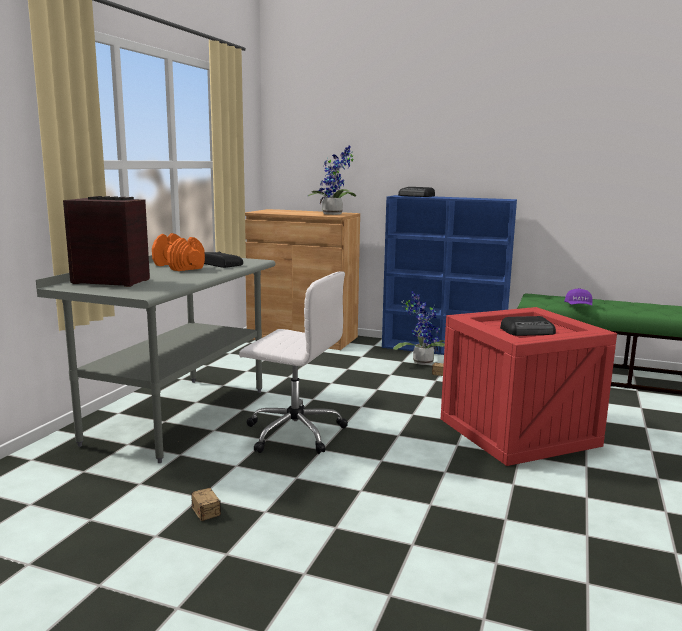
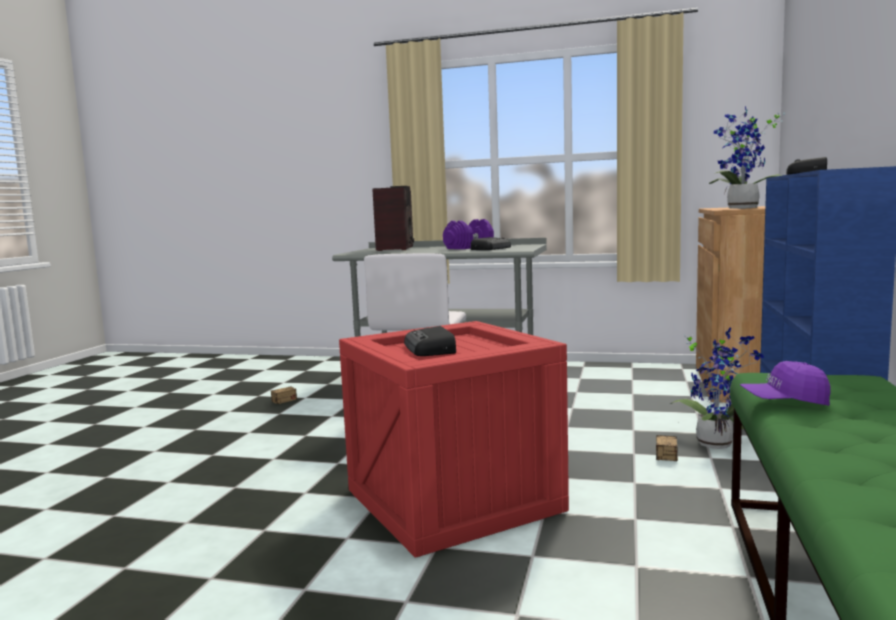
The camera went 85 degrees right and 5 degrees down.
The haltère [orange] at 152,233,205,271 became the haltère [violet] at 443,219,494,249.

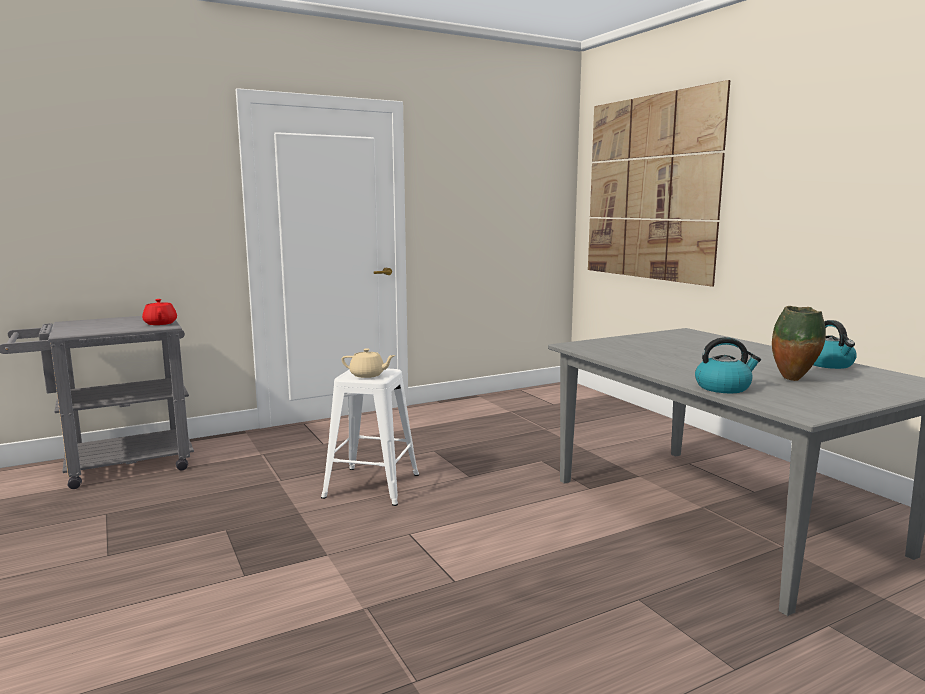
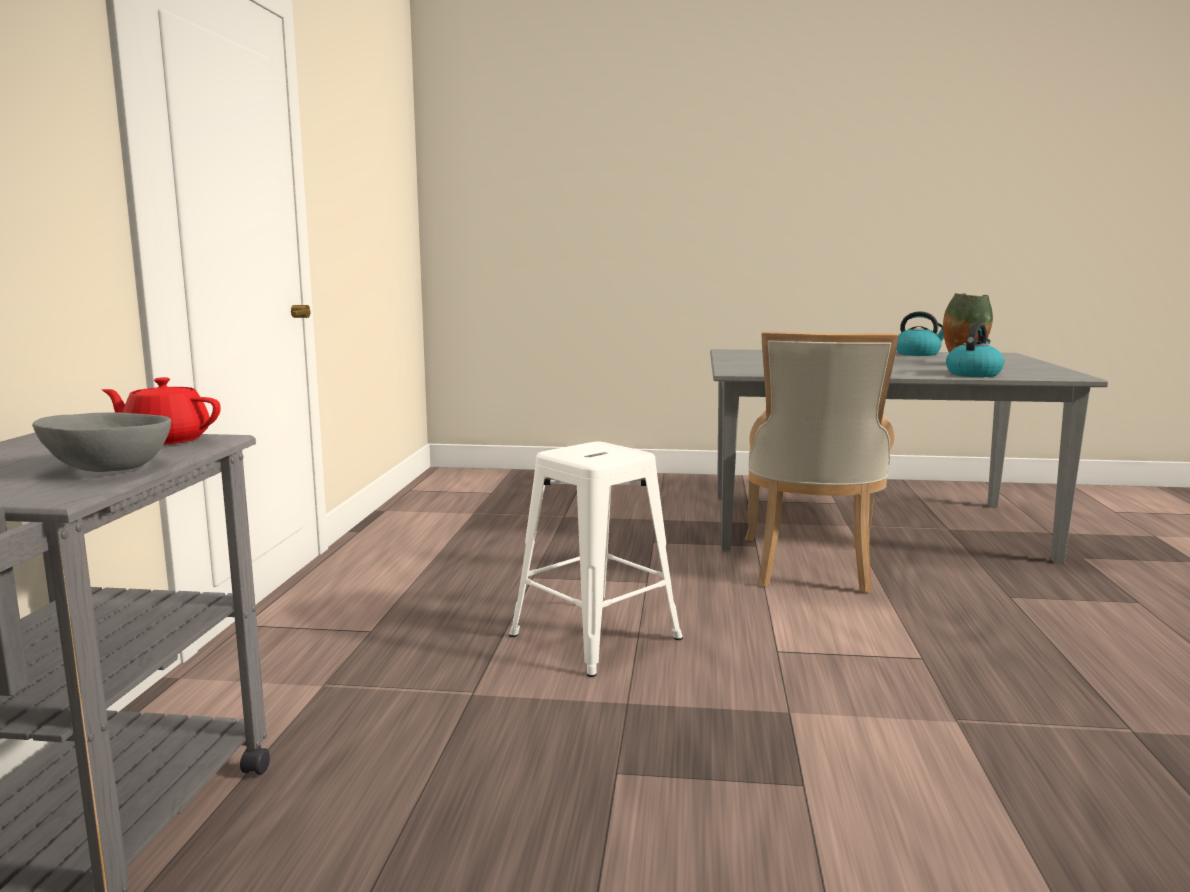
The camera went 55 degrees left and 0 degrees up.
The tableau at 588,80,730,287 disappeared.
The théière [beige] at 341,348,396,378 disappeared.
The chaise [beige] at 745,332,899,593 appeared.
The bol [gris] at 32,412,171,472 appeared.

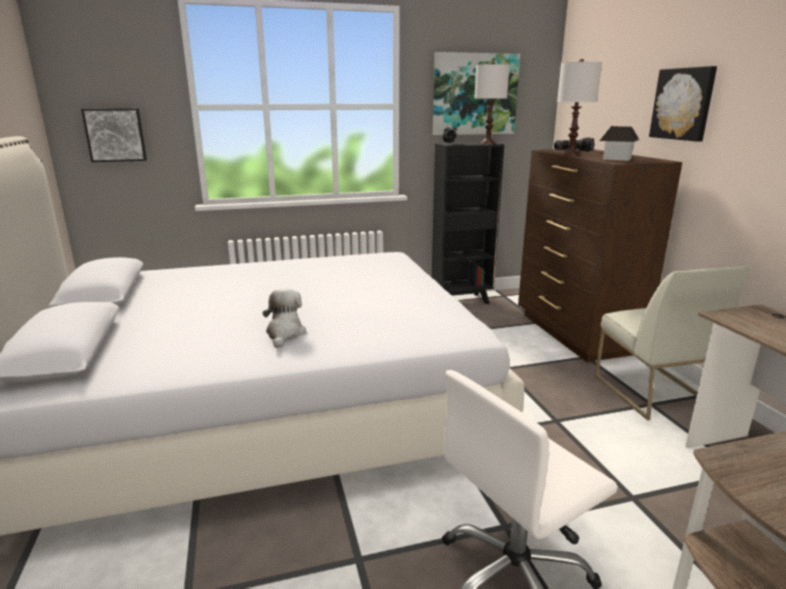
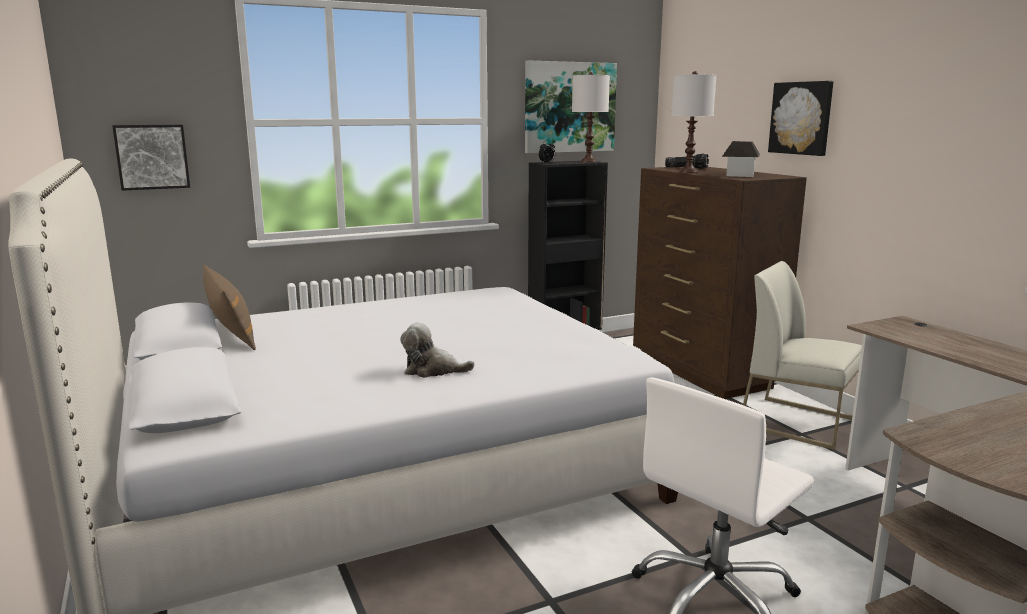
The camera went 10 degrees left and 5 degrees down.
The chaise [blanc] at 594,266,750,420 turned 150 degrees clockwise.
The peluche at 263,288,306,348 turned 75 degrees counterclockwise.
The coussin [marron] at 203,264,256,350 appeared.

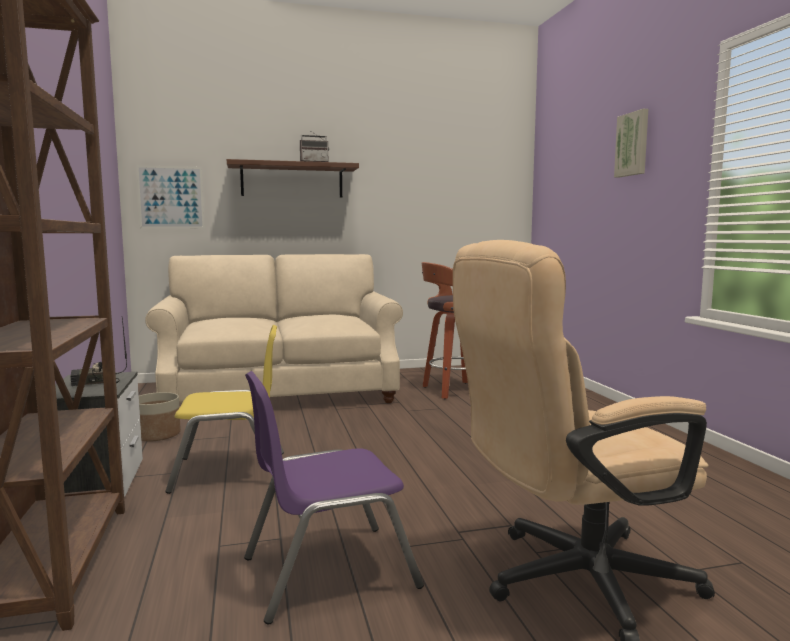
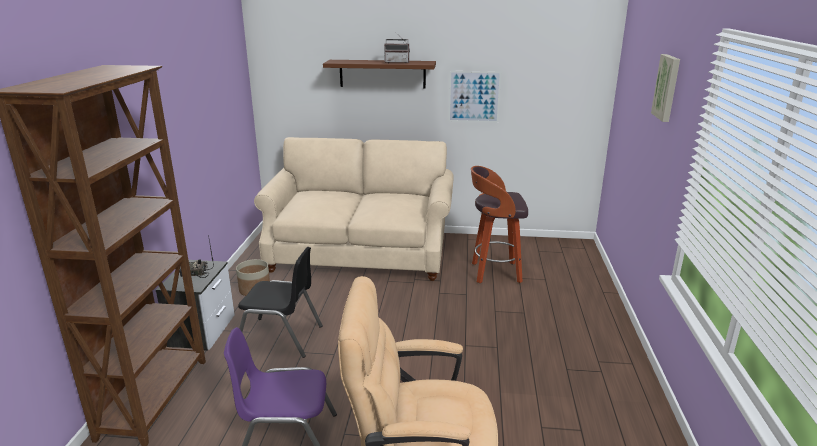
The camera went 20 degrees right and 15 degrees up.
The tableau moved from 136,165,205,229 to 448,71,501,123.
The chaise [jaune] at 165,325,284,494 became the chaise [noir] at 238,247,323,358.

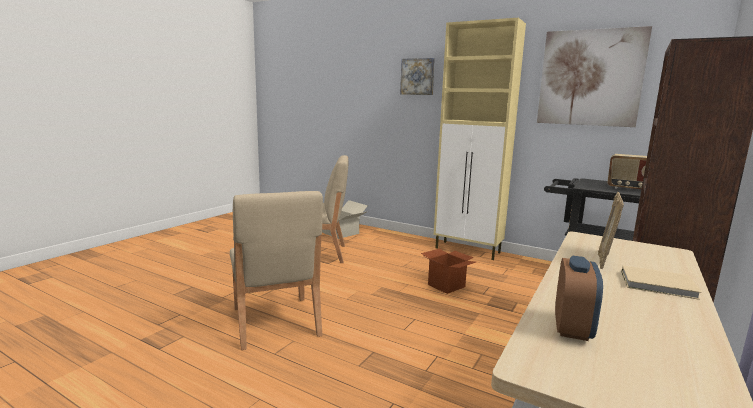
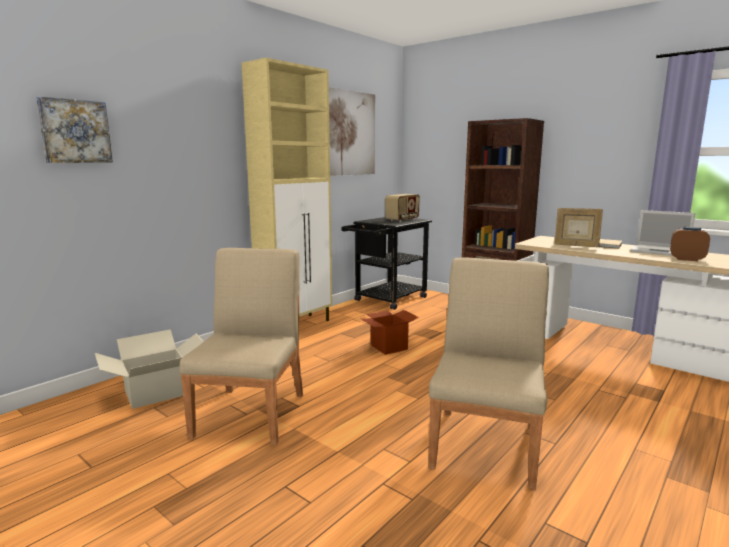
The camera went 80 degrees left and 0 degrees up.
The tableau moved from 400,58,435,95 to 36,97,113,163.
The chaise [beige] at 230,191,323,350 turned 60 degrees counterclockwise.
The ordinateur portable at 630,210,695,256 appeared.

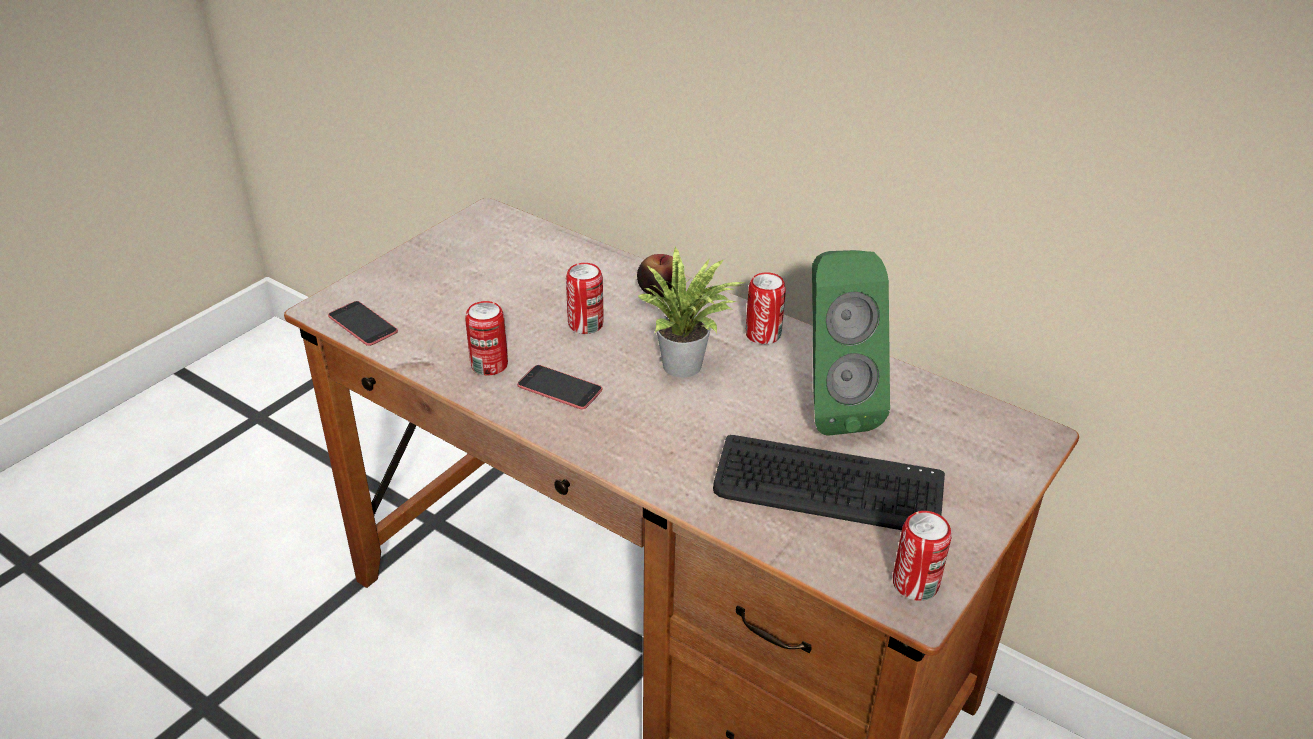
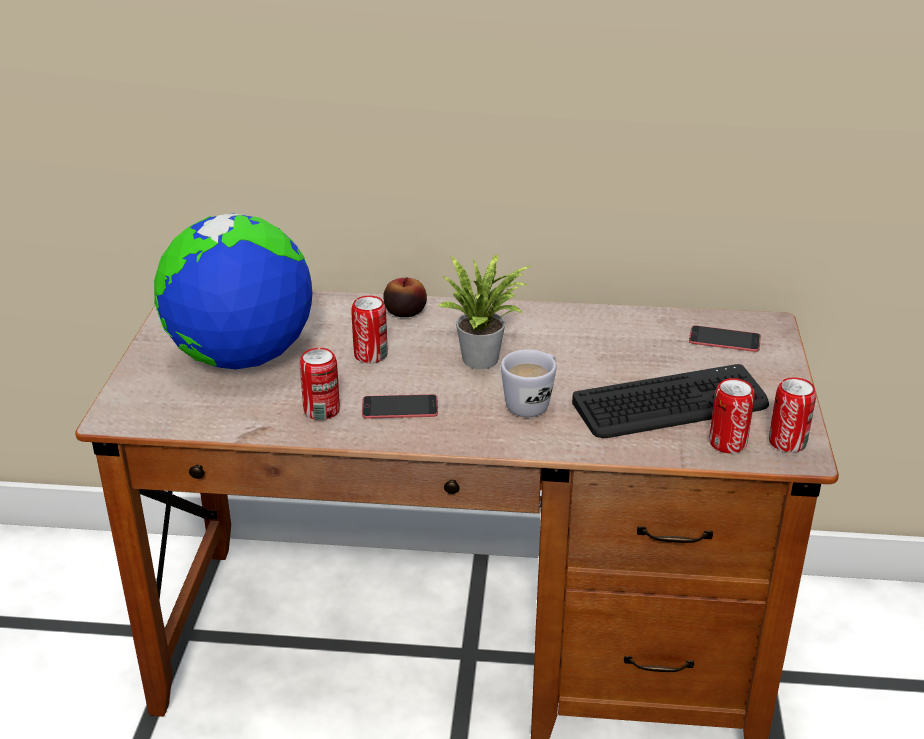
The camera went 30 degrees left and 5 degrees down.
The enceinte [vert] at 812,250,890,436 disappeared.
The boîte métallique moved from 746,272,786,344 to 709,378,755,453.
The téléphone moved from 328,301,398,346 to 689,325,761,352.
The globe at 154,213,312,369 appeared.
The mug [blanc] at 501,350,556,417 appeared.

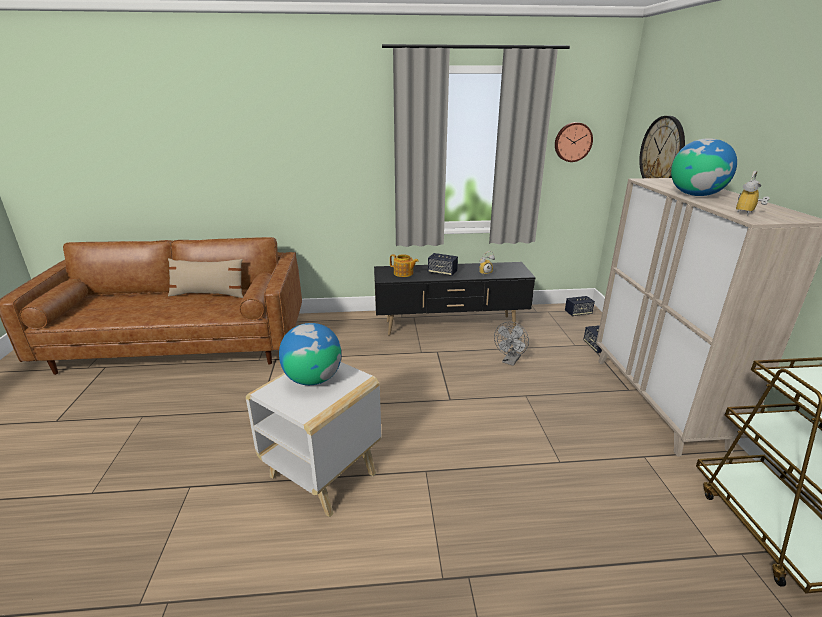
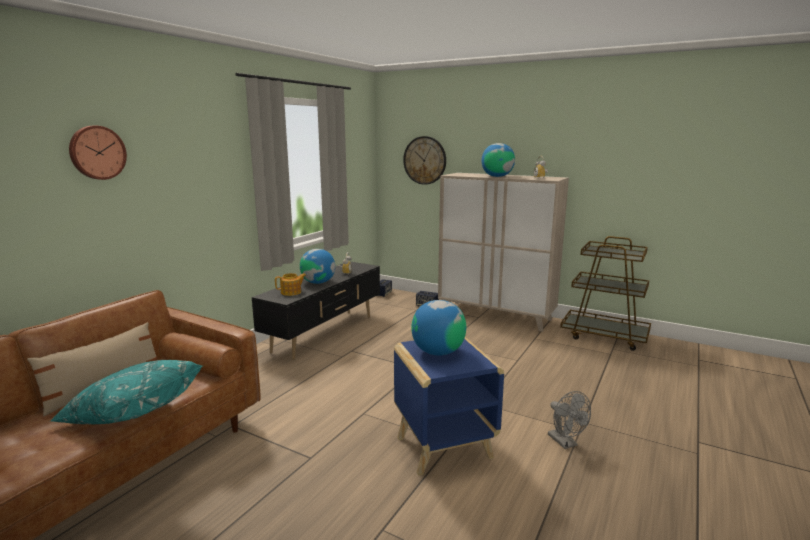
The camera went 55 degrees left and 10 degrees down.
The horloge murale moved from 555,122,593,162 to 69,126,127,180.
The enceinte at 428,253,458,276 was replaced by the globe at 300,249,335,284.
The ventilateur [gris] moved from 494,322,529,366 to 548,391,591,449.
The table d'appoint [blanc] at 246,362,381,517 became the table d'appoint [bleu] at 394,337,504,476.
The coussin [turquoise] at 51,360,203,424 appeared.

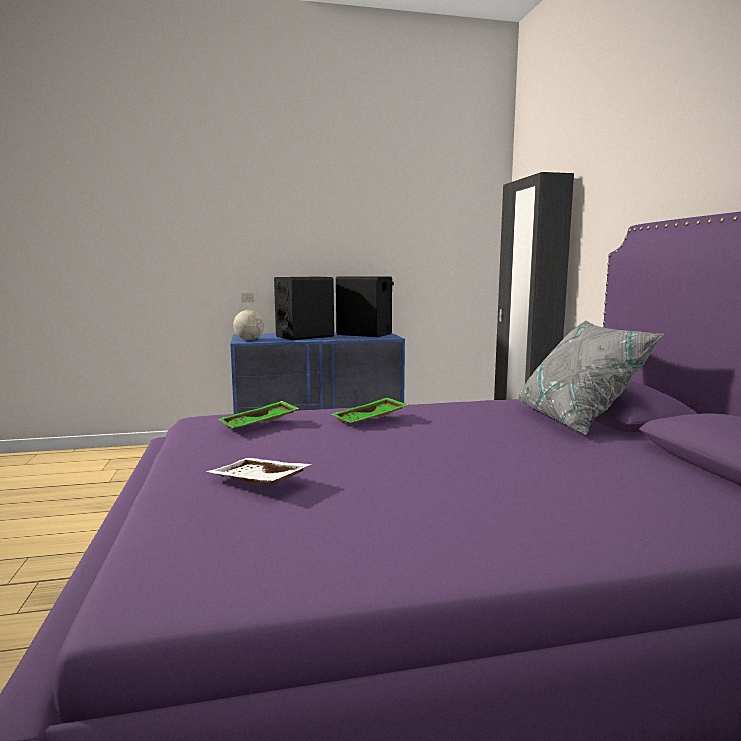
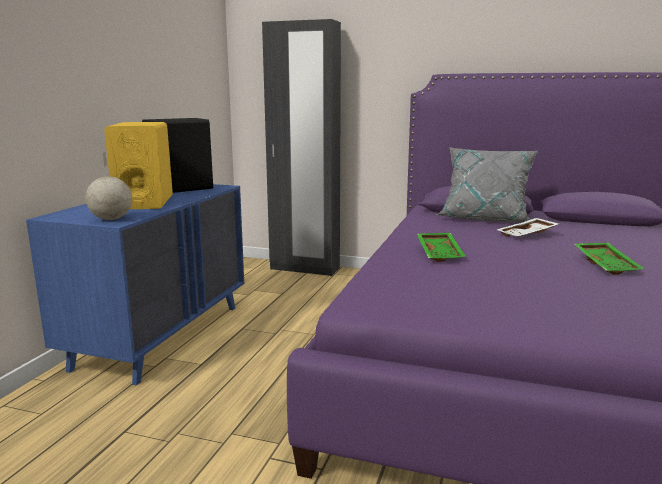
The camera went 60 degrees left and 5 degrees up.
The enceinte [noir] at 274,277,334,340 became the enceinte [jaune] at 104,122,173,209.
The plateau [vert] moved from 218,401,299,429 to 574,243,645,274.
The plateau [blanc] moved from 206,458,312,484 to 497,218,559,237.

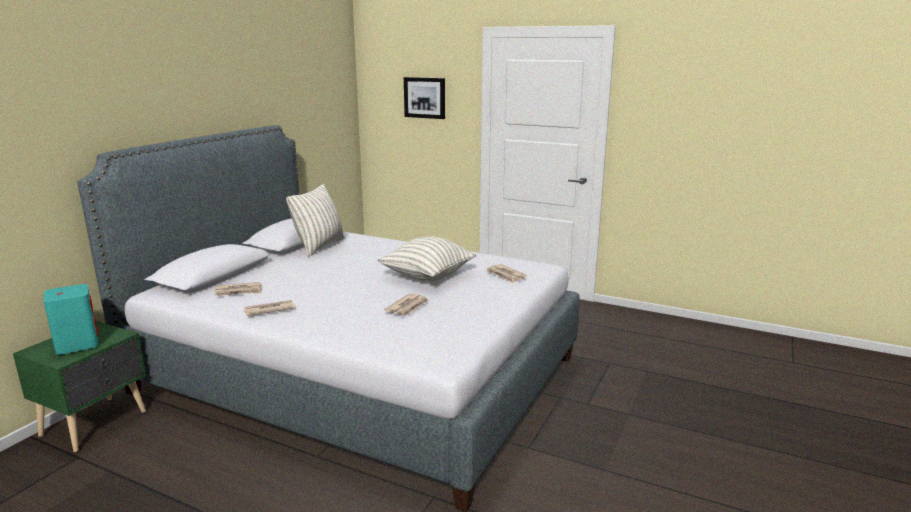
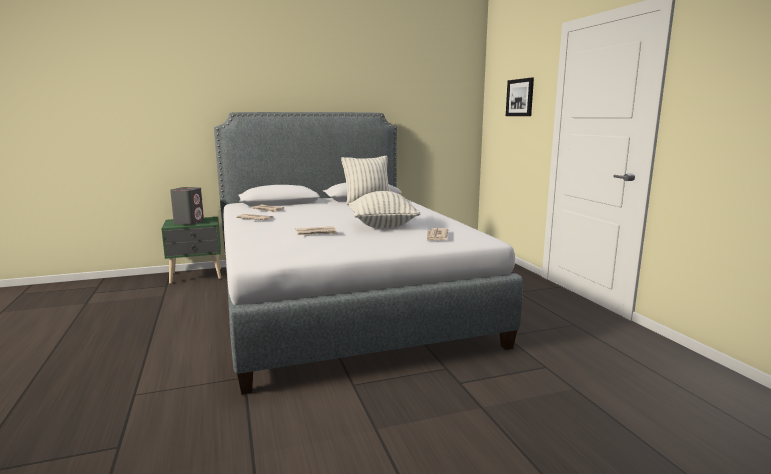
The camera went 45 degrees right and 5 degrees down.
The enceinte [turquoise] at 43,284,99,355 became the enceinte [gris] at 170,187,204,225.

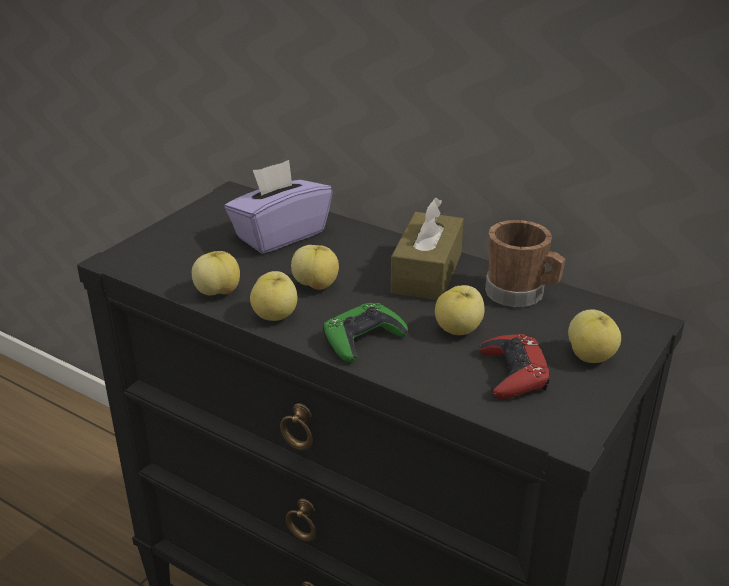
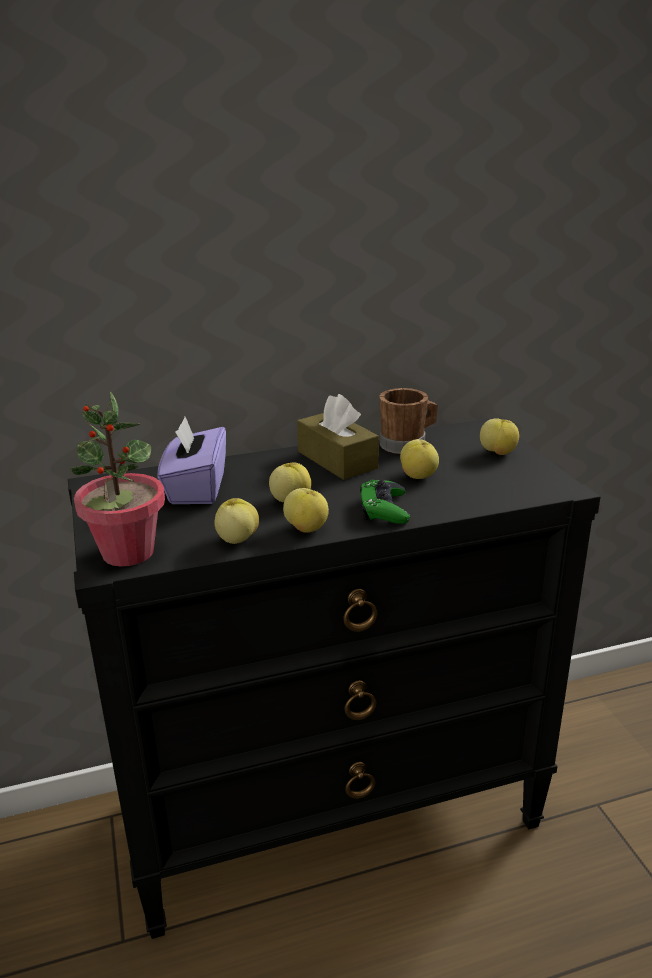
The camera went 50 degrees left and 5 degrees down.
The manette [rouge] at 479,334,551,399 disappeared.
The plante en pot at 71,392,165,566 appeared.

